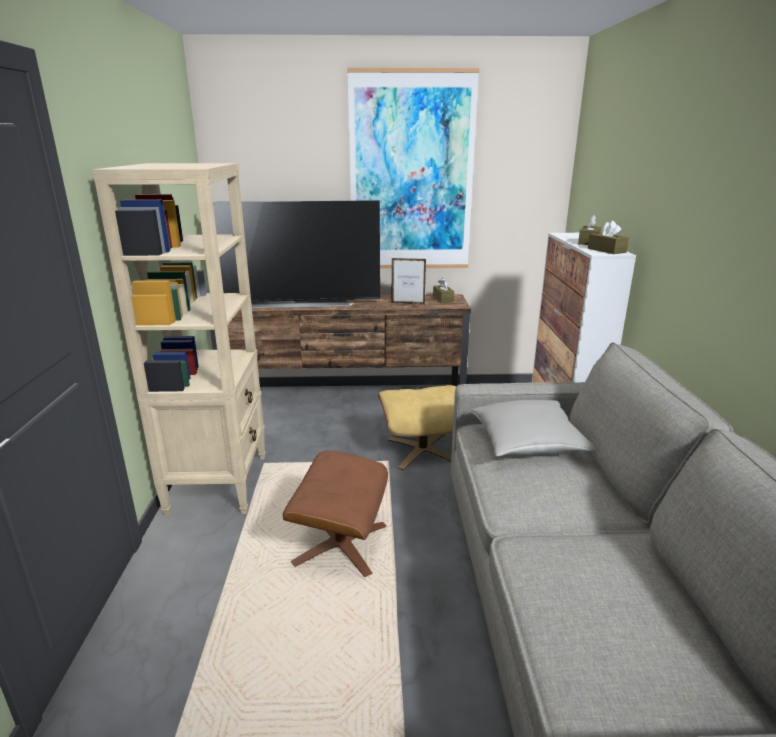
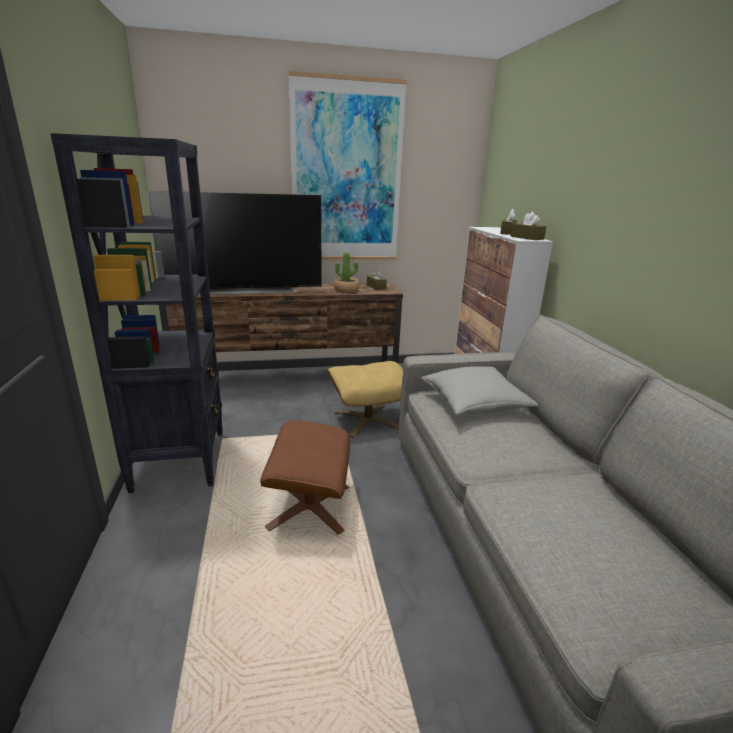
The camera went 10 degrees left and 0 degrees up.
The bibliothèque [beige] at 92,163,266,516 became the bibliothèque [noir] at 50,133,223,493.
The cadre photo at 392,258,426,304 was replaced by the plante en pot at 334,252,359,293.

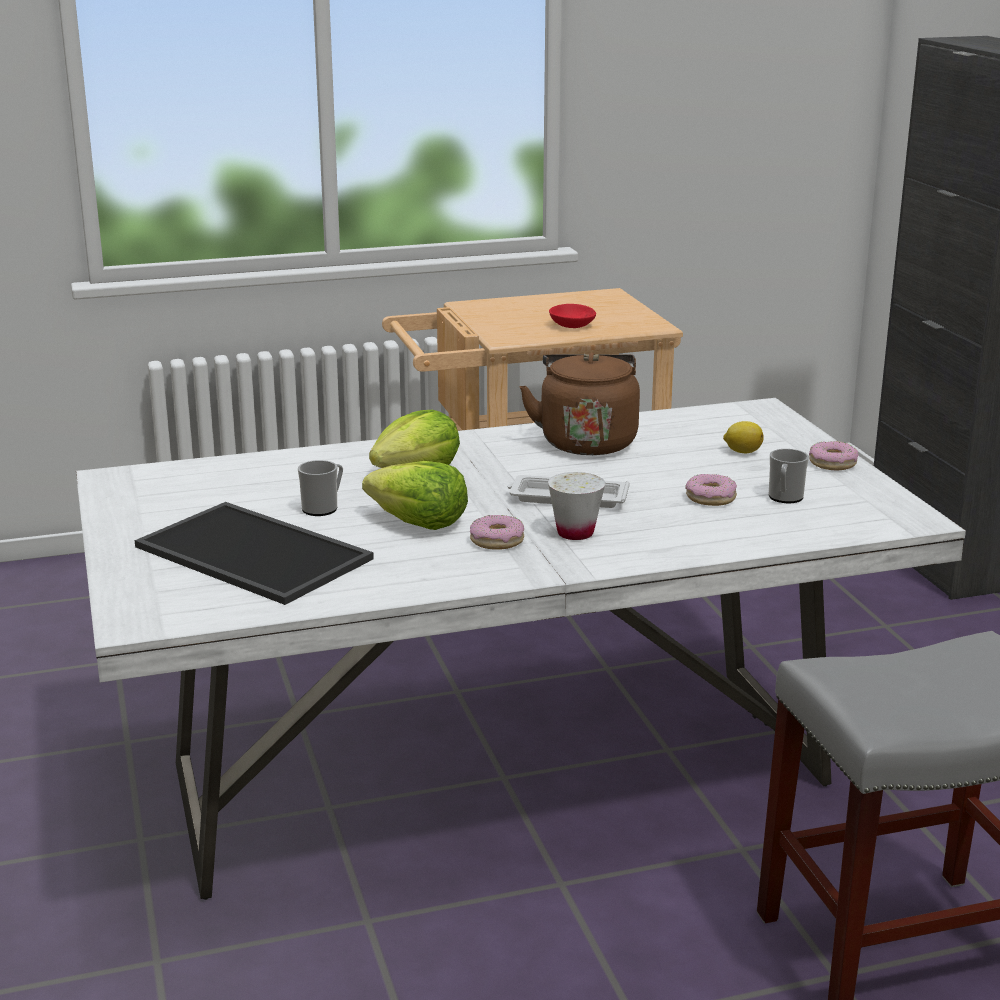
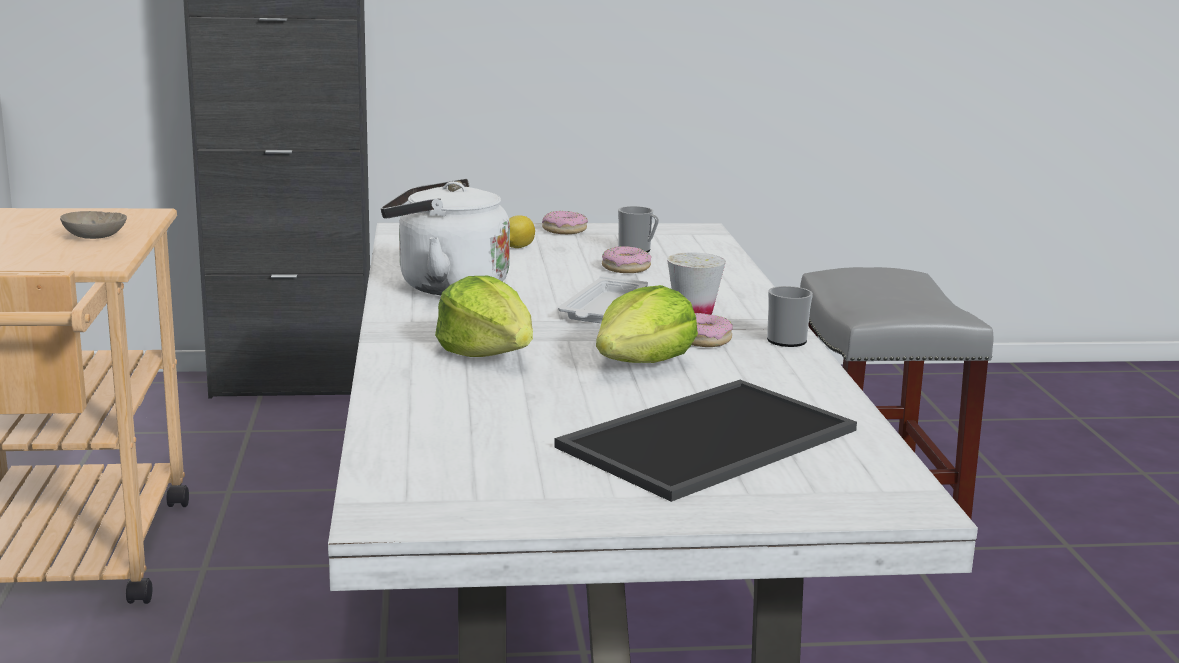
The camera went 80 degrees left and 5 degrees down.
The bol [rouge] at 549,304,596,328 became the bol [beige] at 60,211,127,239.
The bouilloire [marron] at 520,352,640,455 became the bouilloire [blanc] at 381,179,510,295.
The mug moved from 298,460,343,516 to 767,286,813,347.

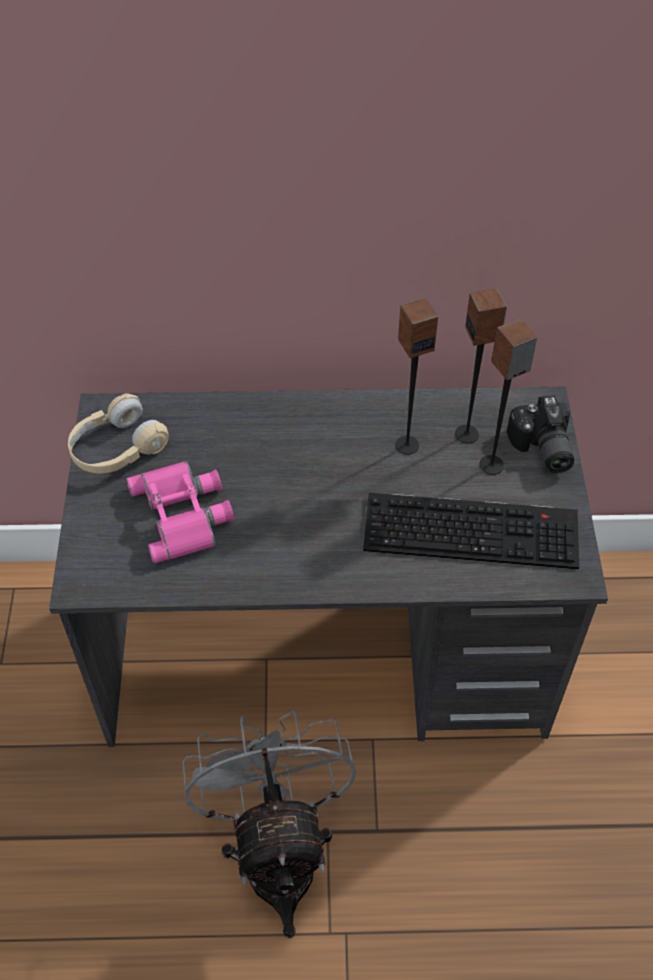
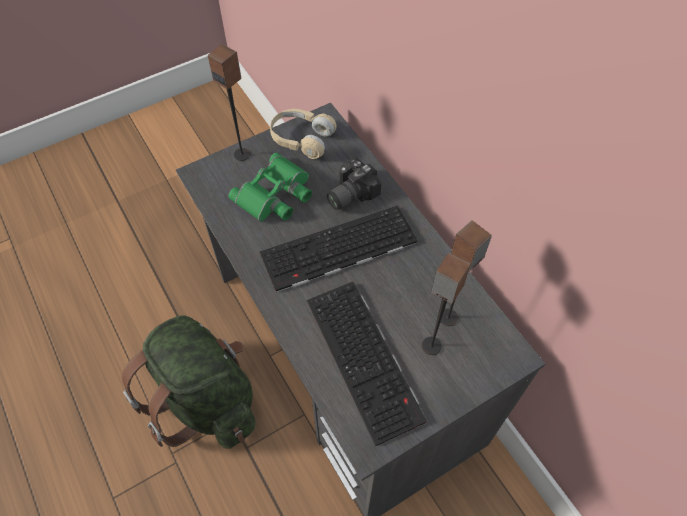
The camera went 60 degrees right and 5 degrees up.
The enceinte moved from 395,298,438,455 to 208,44,250,161.
The appareil photo moved from 507,395,574,473 to 326,158,381,210.
The jumelles [rose] at 126,461,234,564 became the jumelles [vert] at 228,152,312,222.
The ventilateur [gris] at 182,710,356,938 was replaced by the sac à dos [vert] at 121,315,256,449.
The clavier at 260,205,418,292 appeared.

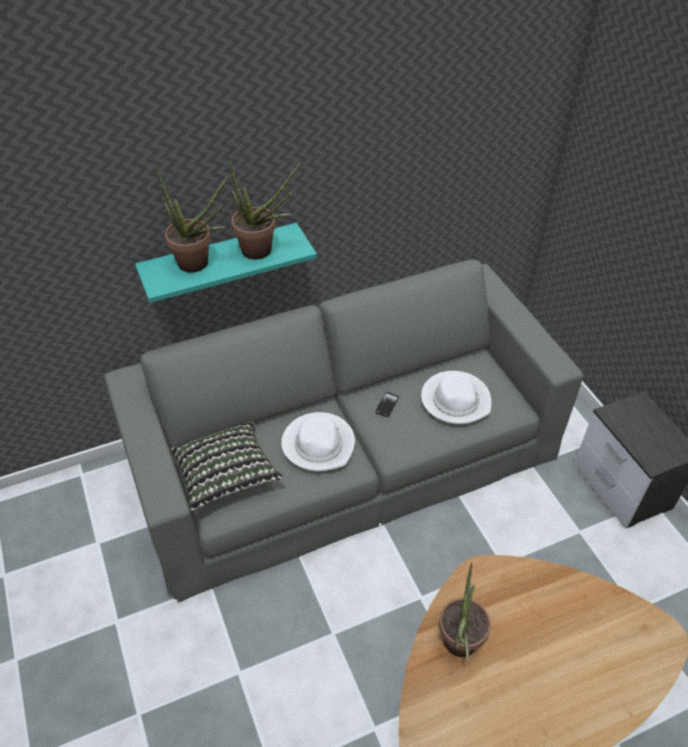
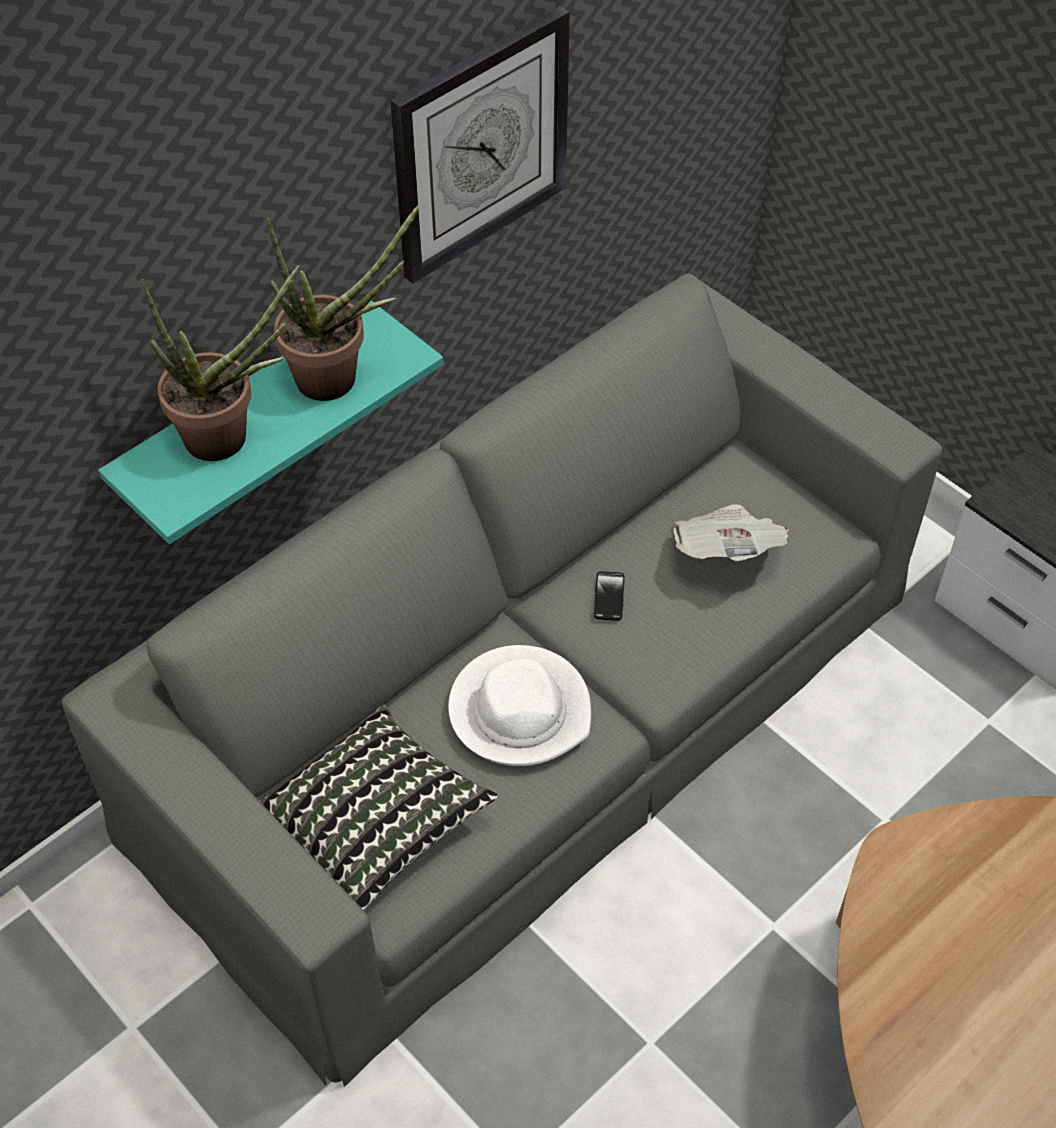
The camera went 20 degrees left and 5 degrees up.
The chapeau [blanc] at 421,371,491,424 was replaced by the journal at 673,504,788,561.
The plante en pot at 439,563,491,663 disappeared.
The horloge murale at 390,6,570,284 appeared.

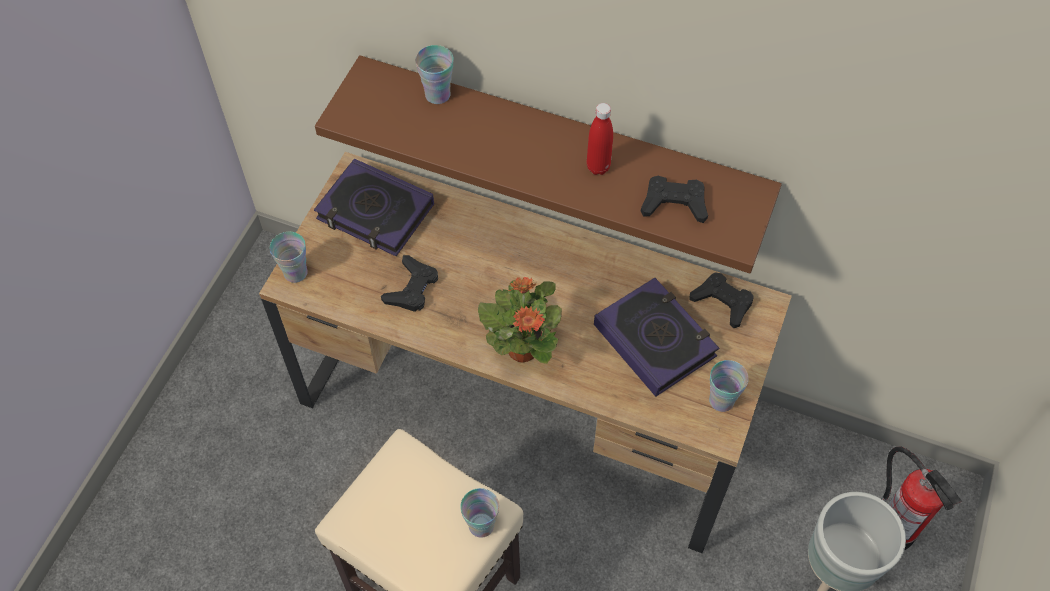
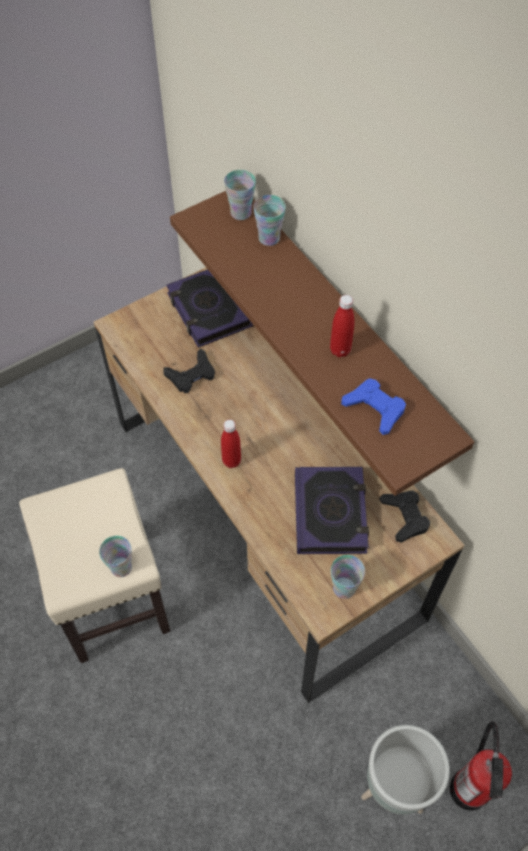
The camera went 35 degrees right and 0 degrees up.
The manette [noir] at 640,176,708,223 became the manette [bleu] at 341,379,406,435.
The tasse moved from 270,232,308,283 to 224,170,256,220.
The plante en pot at 478,277,562,364 was replaced by the bouteille [rouge] at 221,419,241,468.

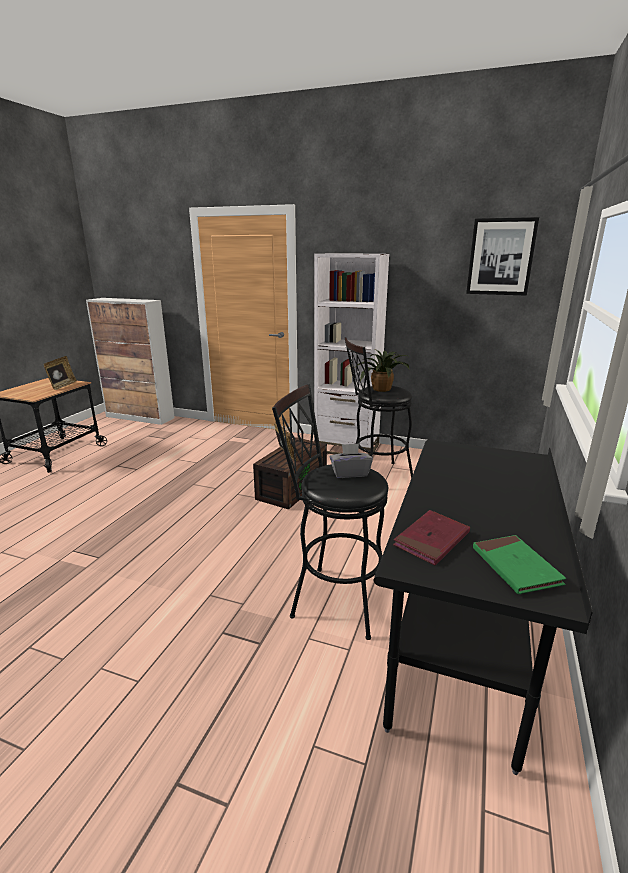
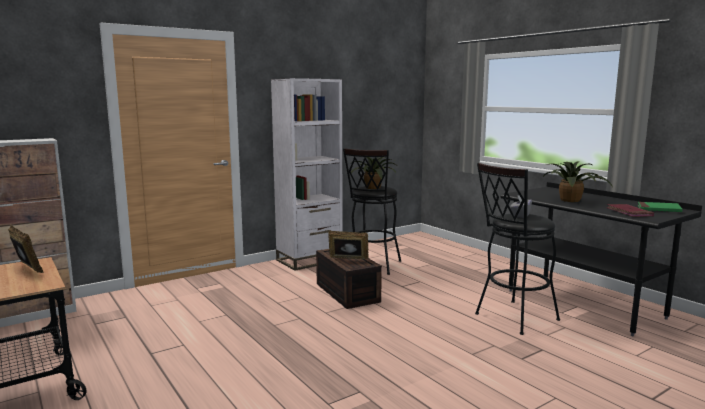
The camera went 55 degrees left and 10 degrees down.
The tableau at 466,217,539,296 disappeared.
The plante en pot at 543,161,613,202 appeared.

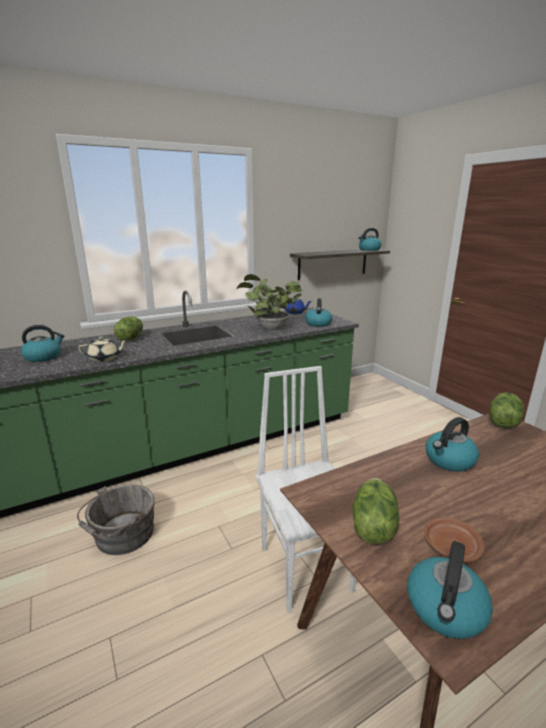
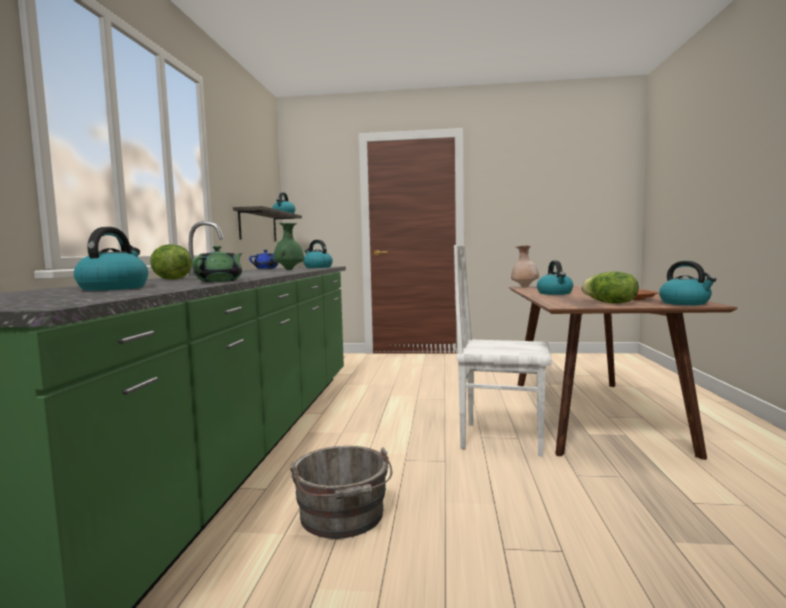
The camera went 55 degrees left and 15 degrees down.
The plante en pot at 237,274,302,330 was replaced by the vase [vert] at 273,223,304,270.
The théière [beige] at 78,336,127,362 became the théière [vert] at 192,246,243,282.
The laitue at 489,392,524,428 was replaced by the vase [beige] at 511,245,539,288.

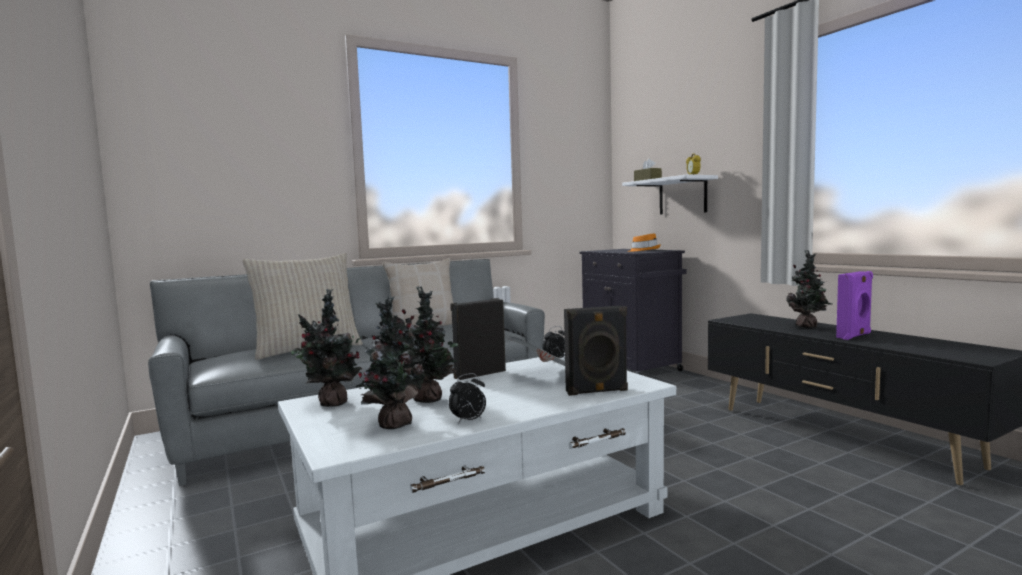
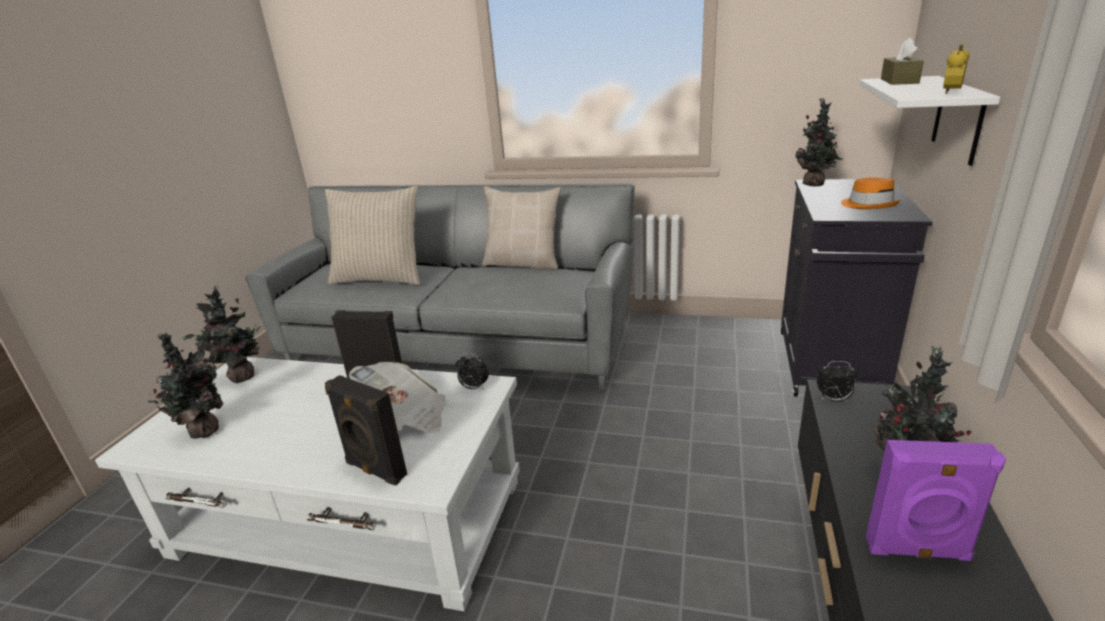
The camera went 45 degrees right and 20 degrees up.
The plante en pot moved from 401,286,458,403 to 795,98,842,186.
The réveil moved from 449,373,486,424 to 817,361,857,402.

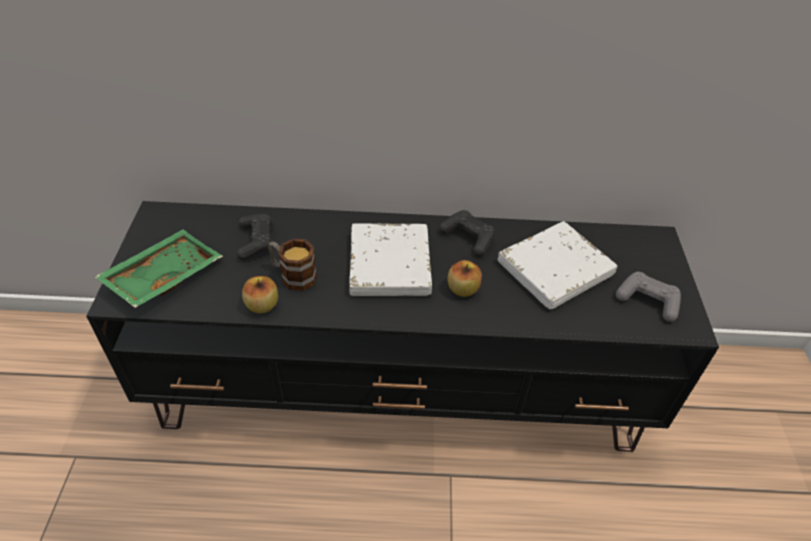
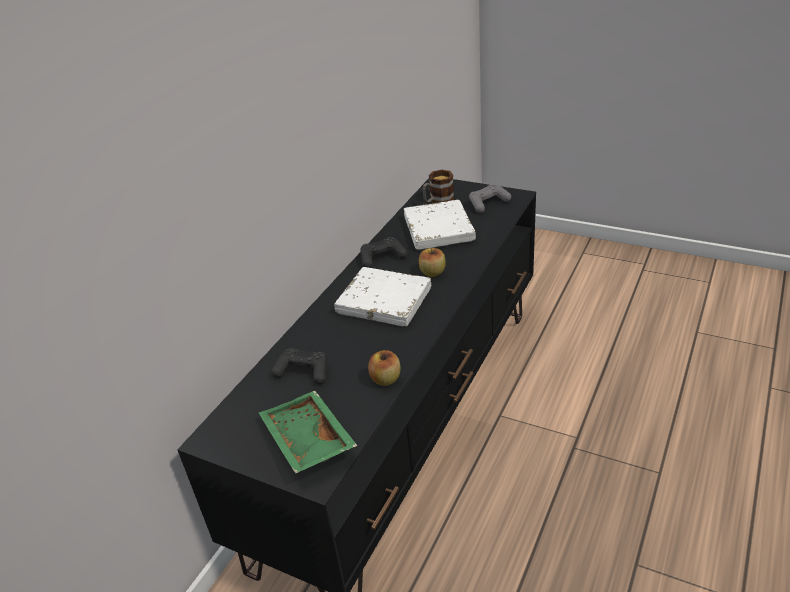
The camera went 60 degrees left and 10 degrees down.
The mug moved from 268,238,317,291 to 422,170,454,203.

